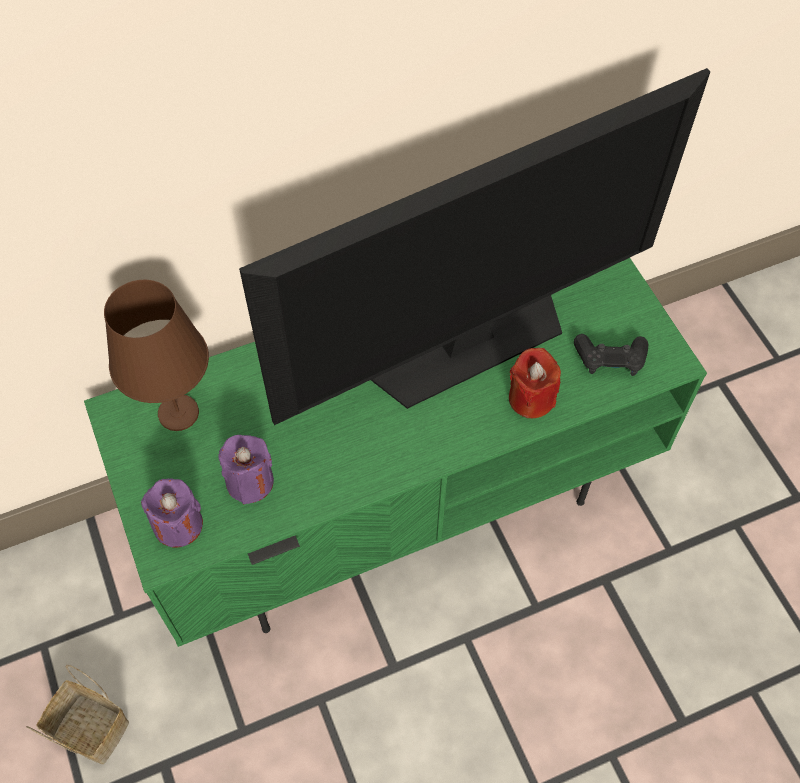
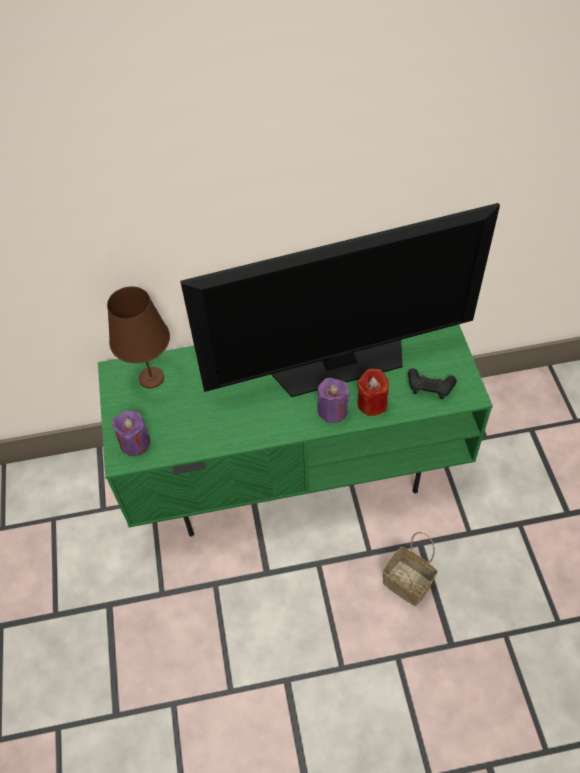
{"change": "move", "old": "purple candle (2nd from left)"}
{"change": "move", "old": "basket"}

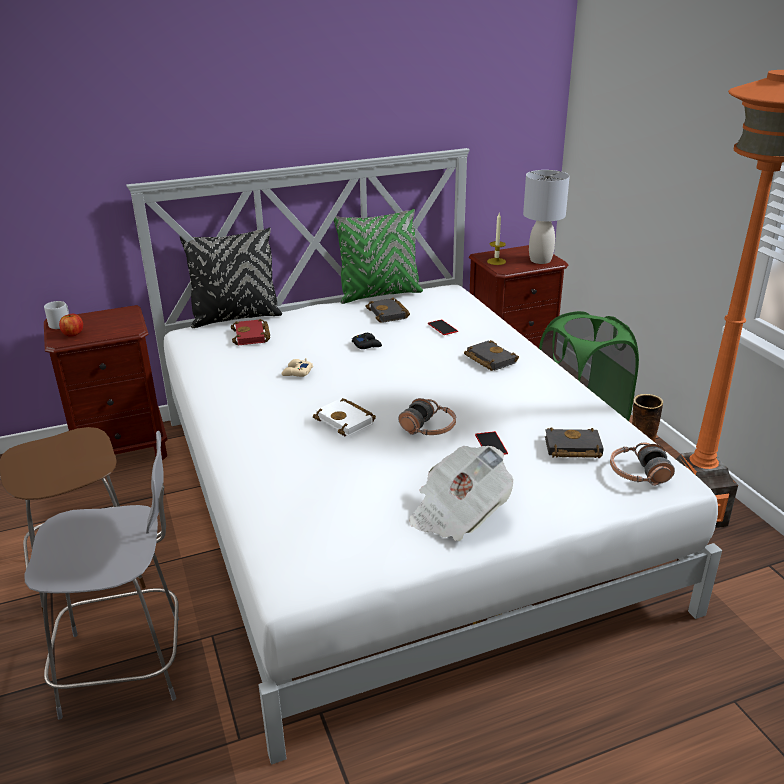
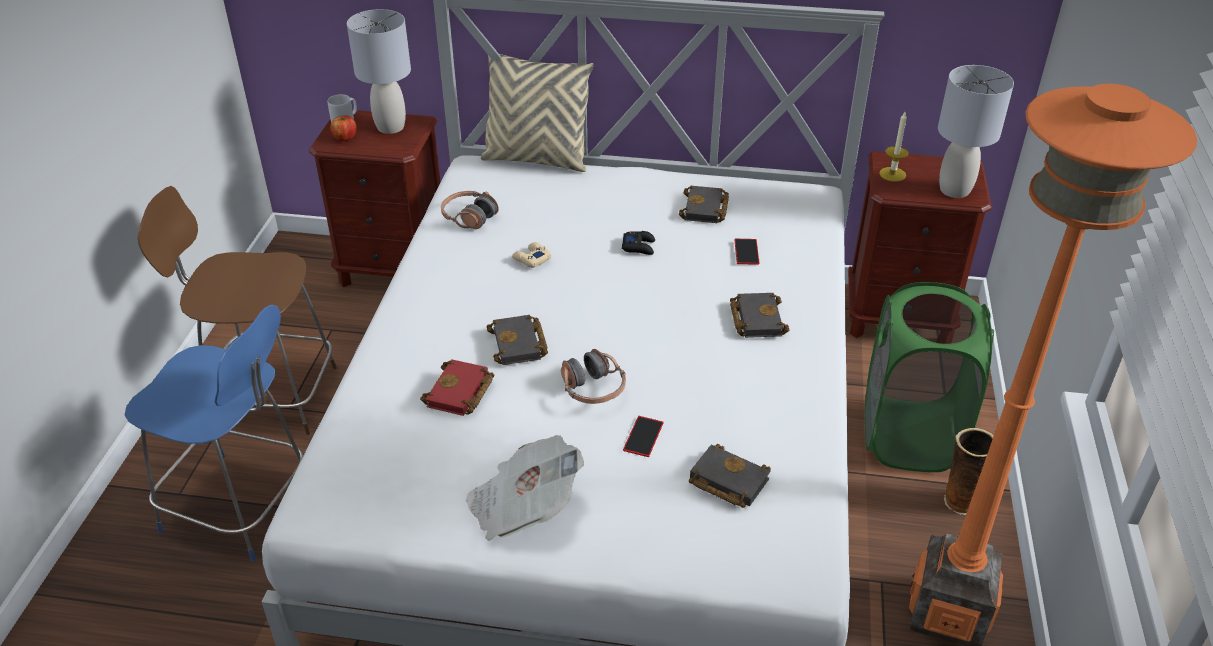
{"change": "recolor", "old": "grey chair", "new": "blue chair"}
{"change": "insert", "new": "grey table lamp (1st from left)"}
{"change": "move", "old": "red book"}
{"change": "move", "old": "headphones (2nd from left in the first image)", "new": "headphones (1st from left)"}
{"change": "recolor", "old": "black pillow", "new": "beige pillow"}
{"change": "recolor", "old": "white book", "new": "black book (1st from left)"}
{"change": "delete", "old": "green pillow"}

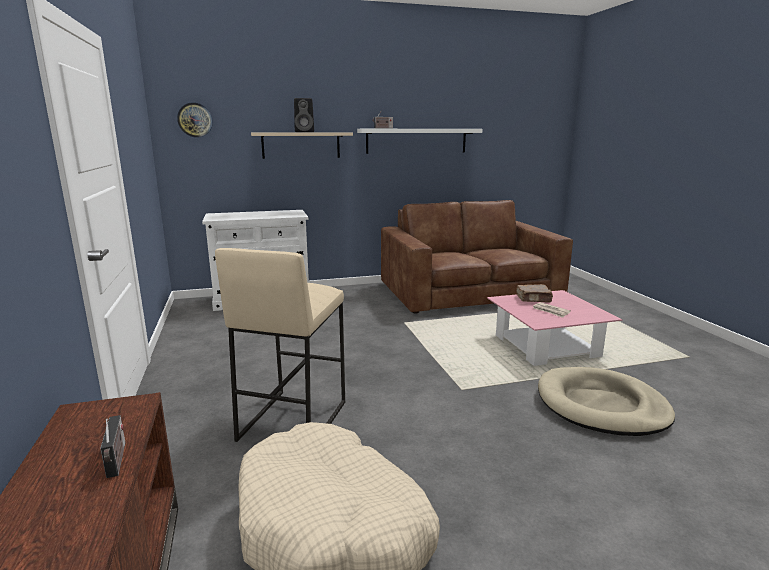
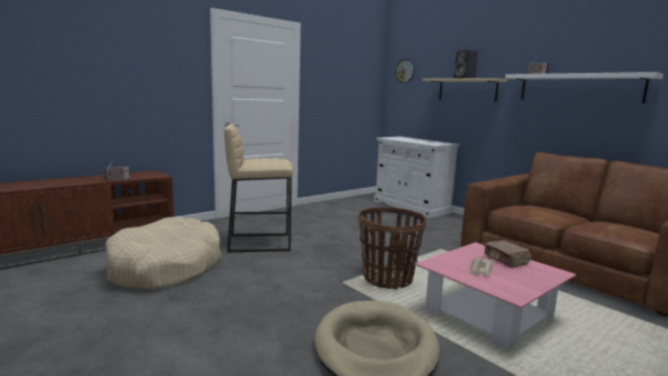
{"change": "insert", "new": "basket"}

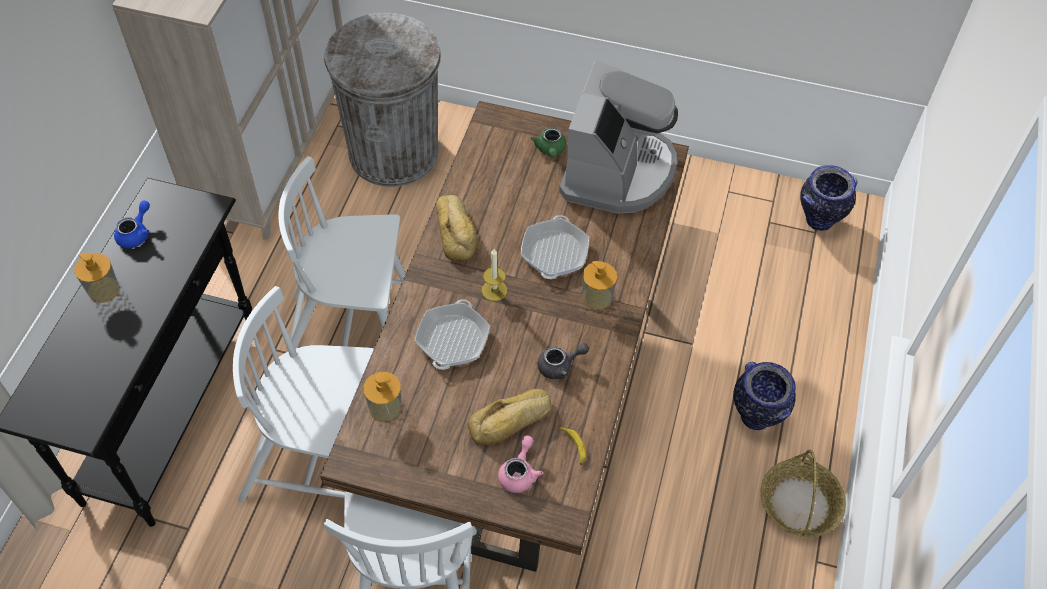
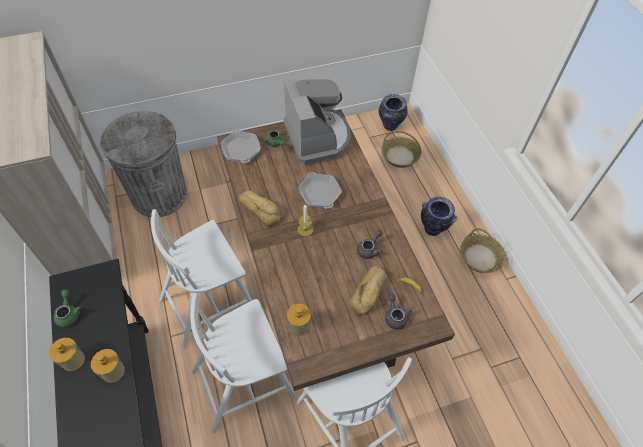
{"change": "recolor", "old": "blue teapot", "new": "green teapot (1st from left)"}
{"change": "move", "old": "soap dispenser (3rd from left in the first image)", "new": "soap dispenser (2nd from left)"}
{"change": "move", "old": "frying pan (1st from left)"}
{"change": "insert", "new": "basket (1st from left)"}
{"change": "recolor", "old": "pink teapot", "new": "grey teapot (2nd from left)"}

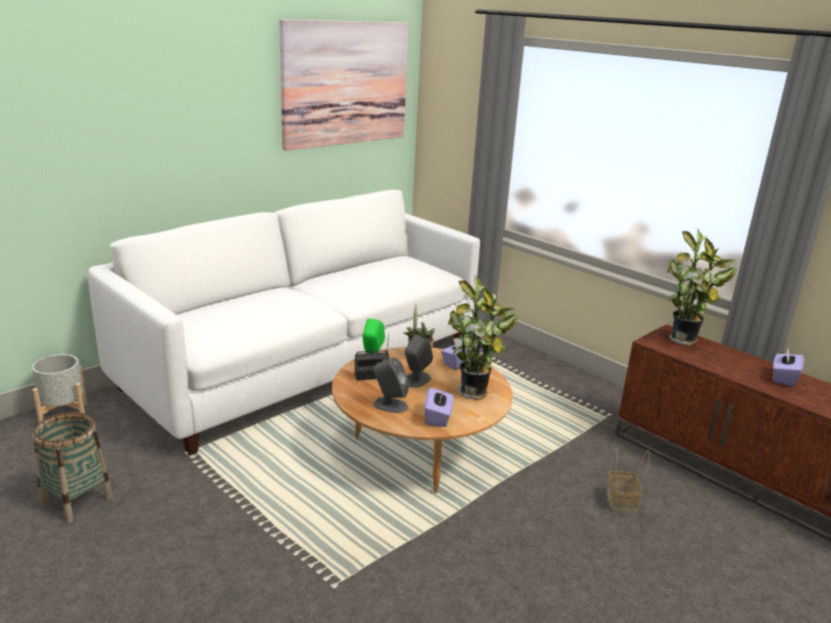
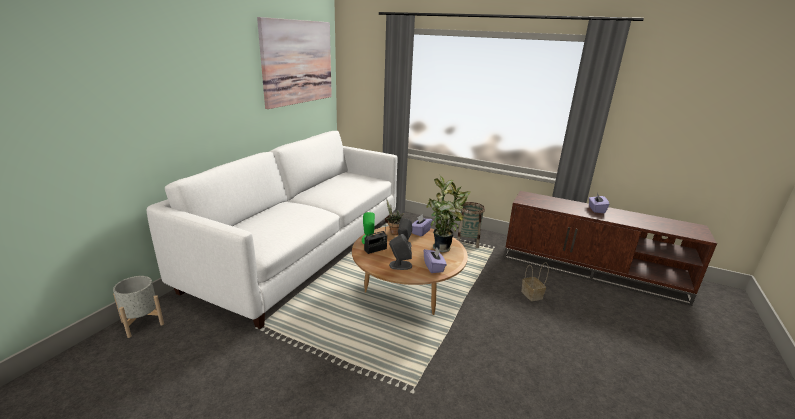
{"change": "move", "old": "basket (1st from left)"}
{"change": "delete", "old": "potted plant (3rd from left)"}

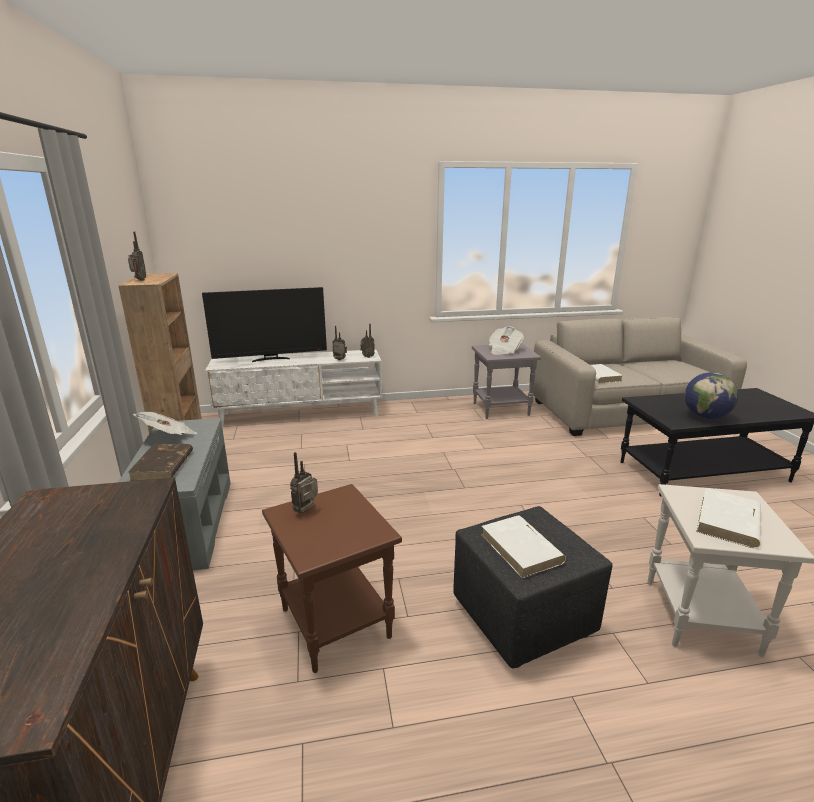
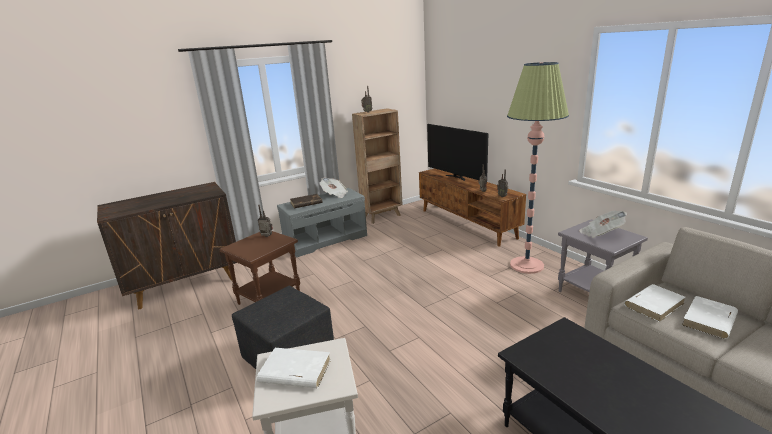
{"change": "recolor", "old": "white tv stand", "new": "brown tv stand"}
{"change": "insert", "new": "floor lamp"}
{"change": "move", "old": "white book (1st from left in the first image)", "new": "white book (3rd from left)"}
{"change": "delete", "old": "globe"}

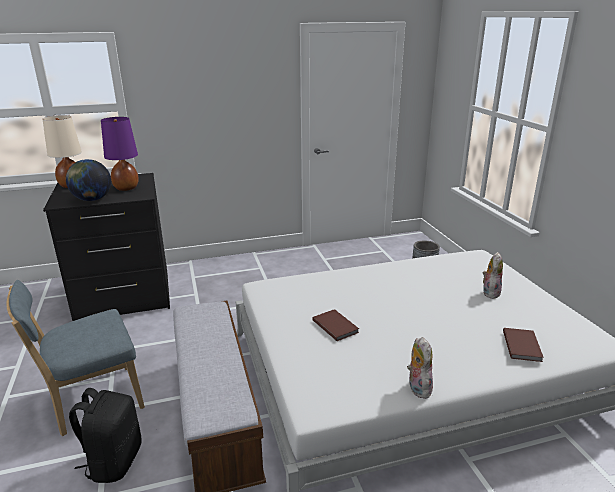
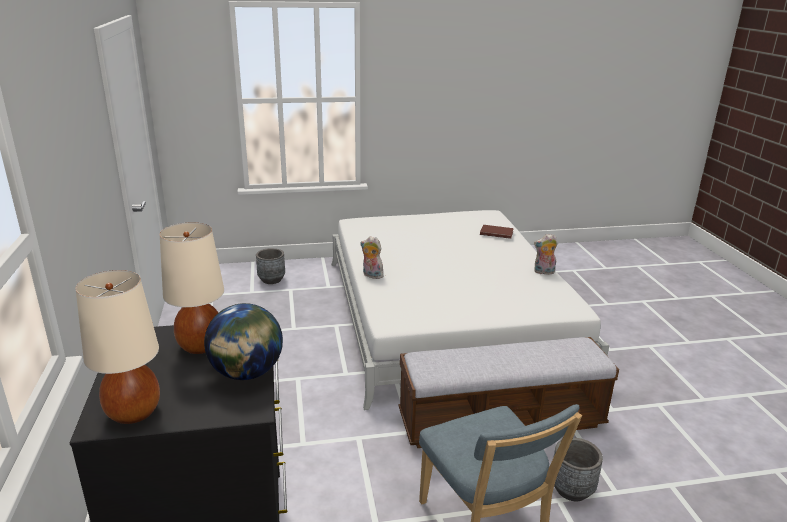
{"change": "recolor", "old": "purple table lamp", "new": "beige table lamp (2nd from left)"}
{"change": "move", "old": "plush toy (2nd from left in the first image)", "new": "plush toy (1st from left)"}
{"change": "replace", "old": "black backpack", "new": "grey planter (2nd from left)"}
{"change": "delete", "old": "brown book (1st from left)"}

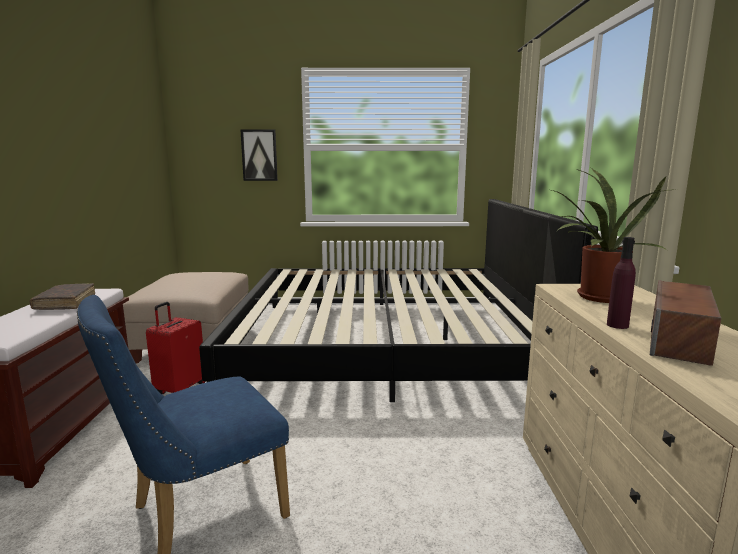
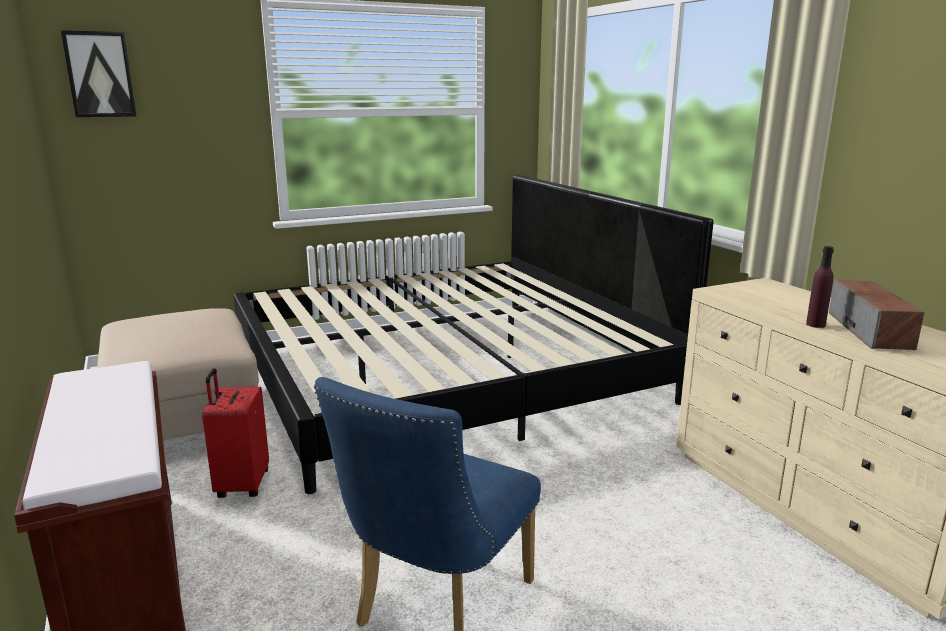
{"change": "move", "old": "picture"}
{"change": "delete", "old": "brown book"}
{"change": "delete", "old": "potted plant"}

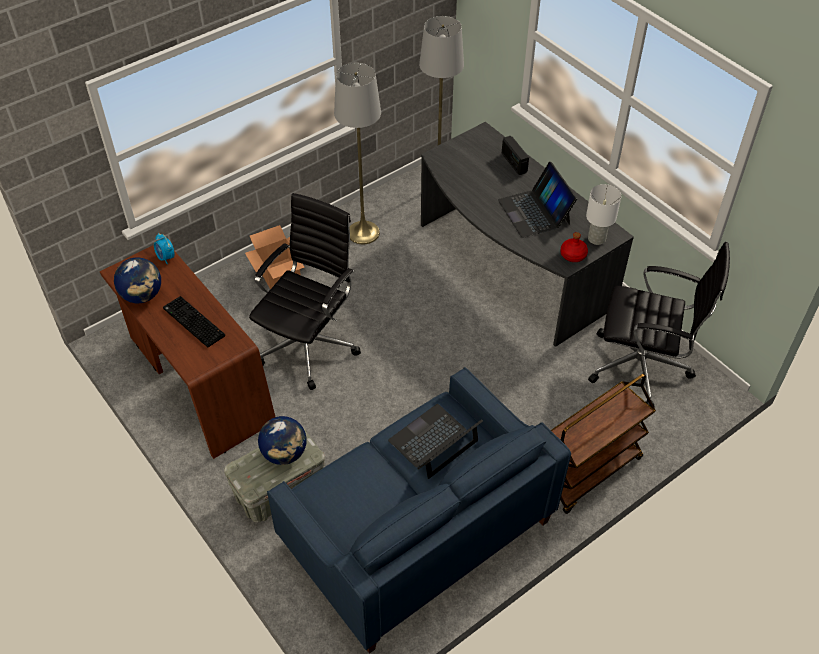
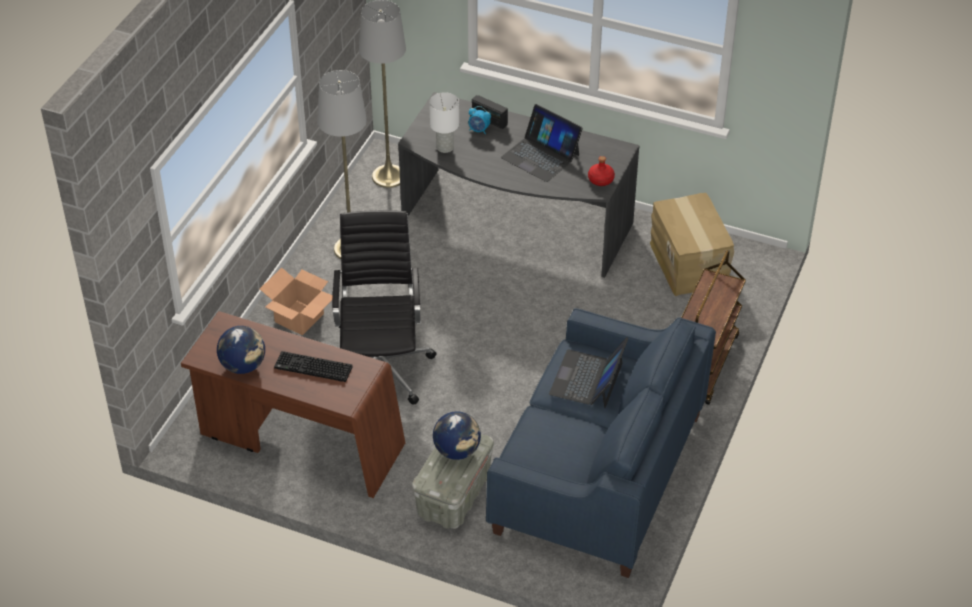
{"change": "move", "old": "white table lamp"}
{"change": "move", "old": "alarm clock"}
{"change": "replace", "old": "black office chair (2nd from left)", "new": "cardboard box (2nd from left)"}

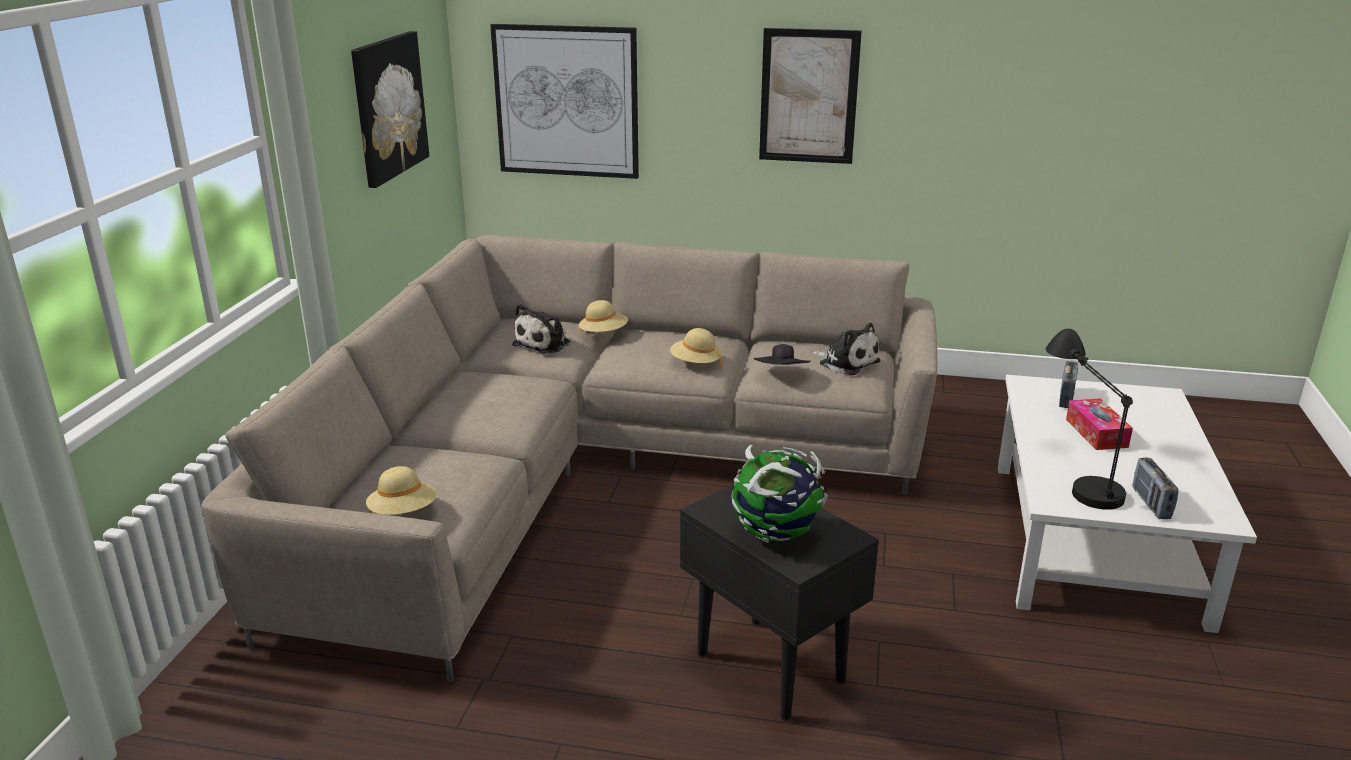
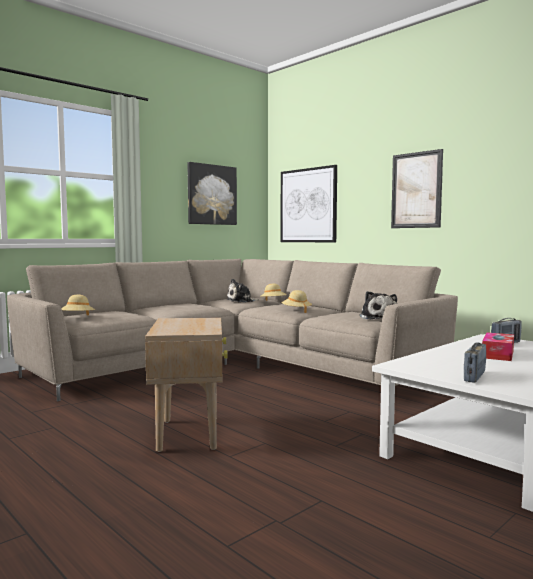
{"change": "recolor", "old": "black side table", "new": "beige side table"}
{"change": "delete", "old": "globe"}
{"change": "delete", "old": "black hat"}
{"change": "delete", "old": "black table lamp"}

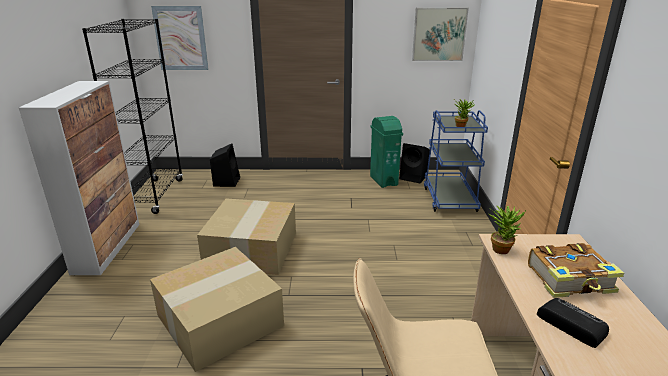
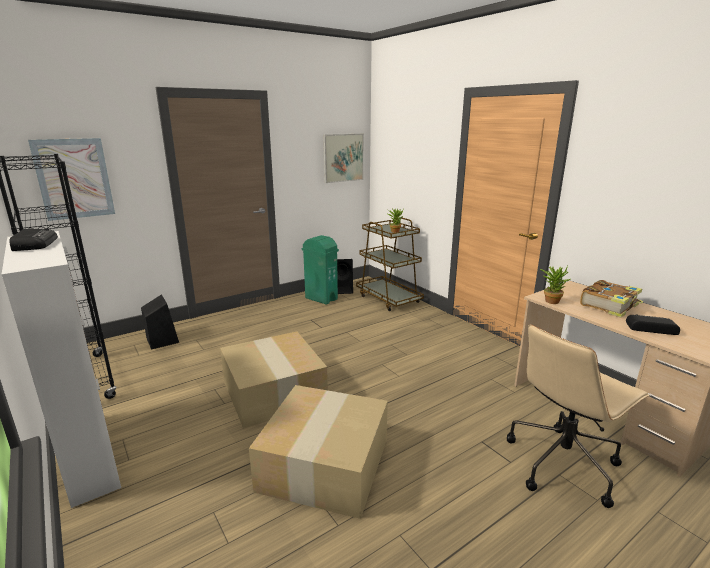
{"change": "insert", "new": "radio (1st from left)"}
{"change": "recolor", "old": "blue cart", "new": "brown cart"}

